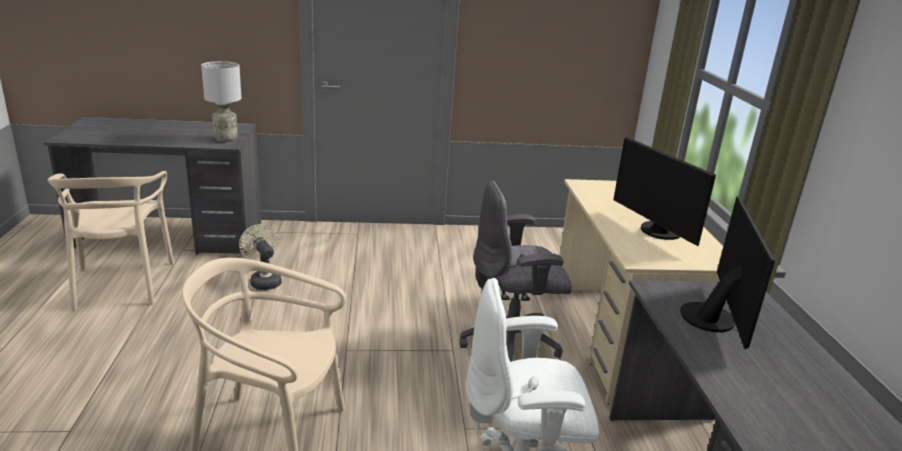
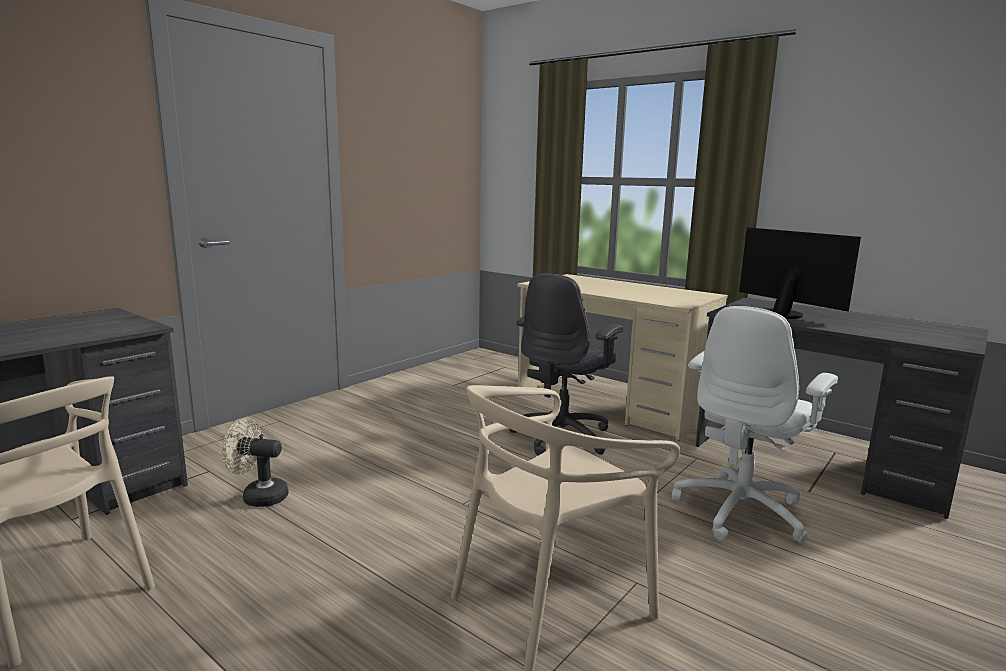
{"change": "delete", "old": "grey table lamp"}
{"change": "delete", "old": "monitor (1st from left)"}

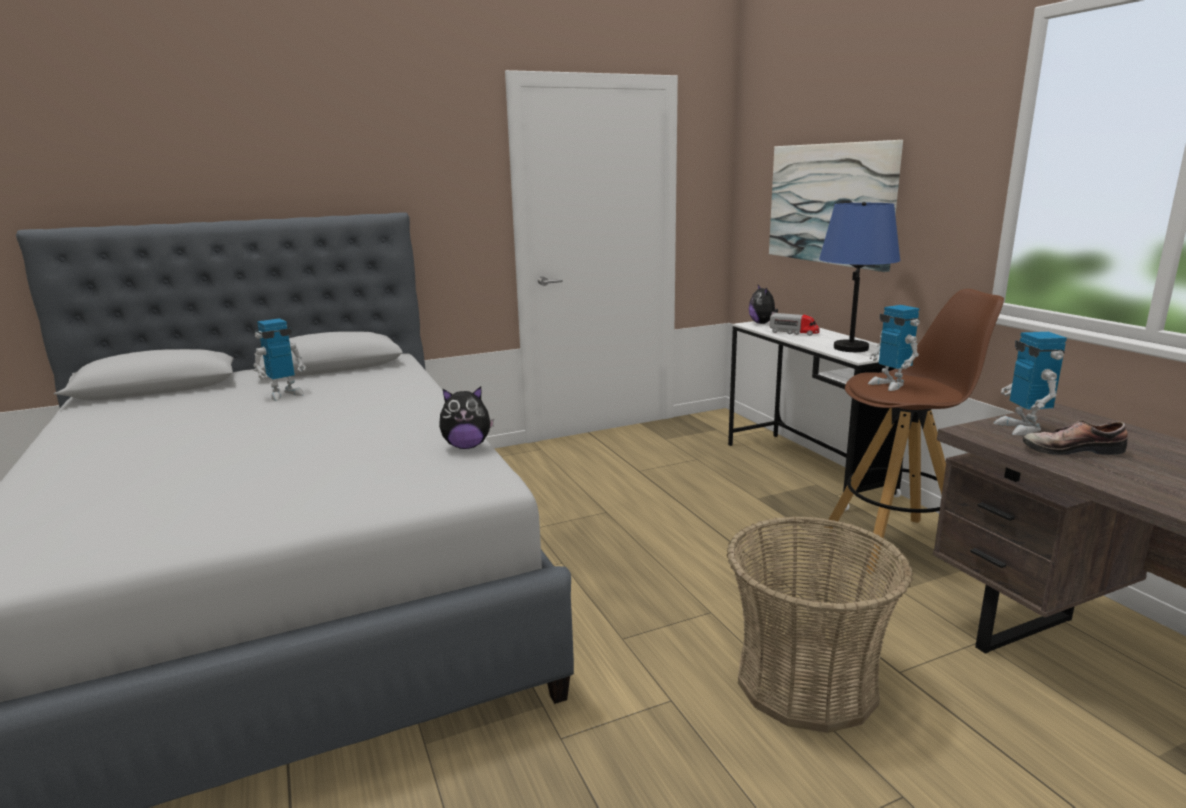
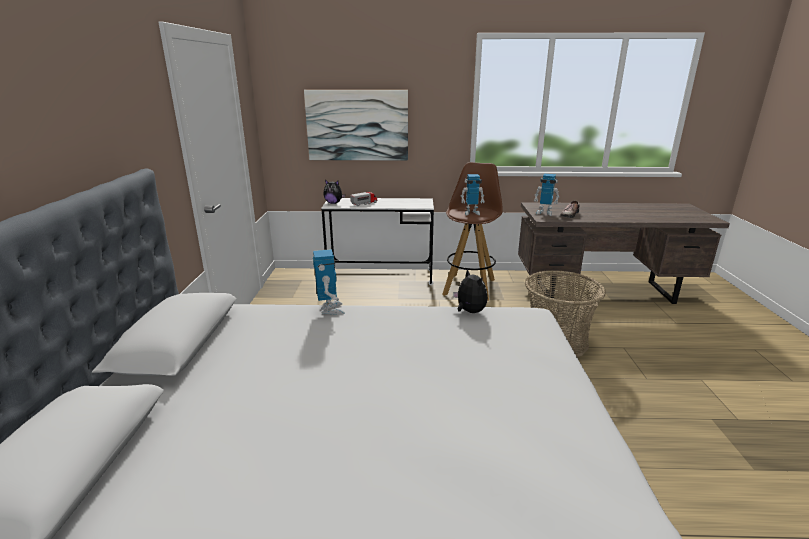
{"change": "move", "old": "toy robot (1st from left)"}
{"change": "rotate", "old": "plush toy (1st from left in the first image)", "degrees": -45}
{"change": "delete", "old": "blue table lamp"}

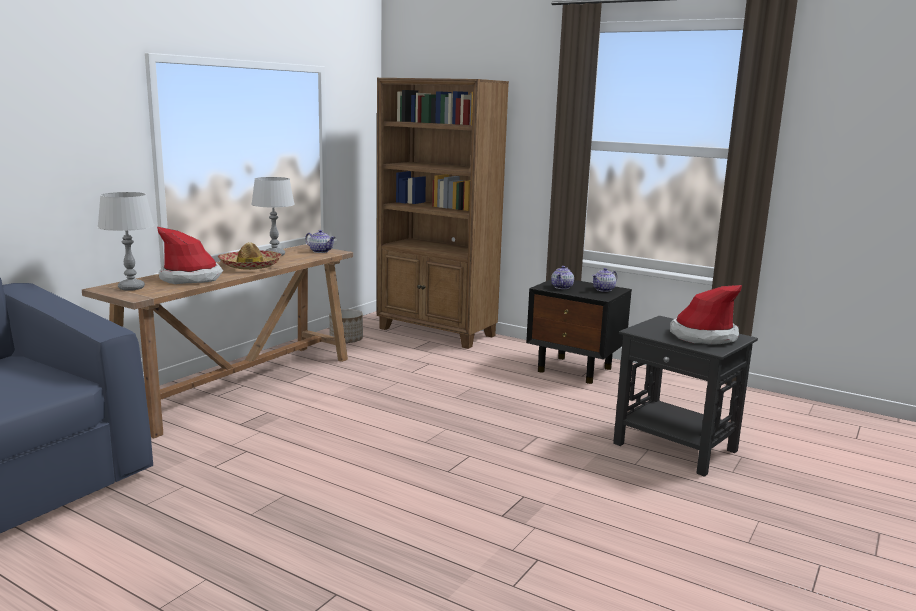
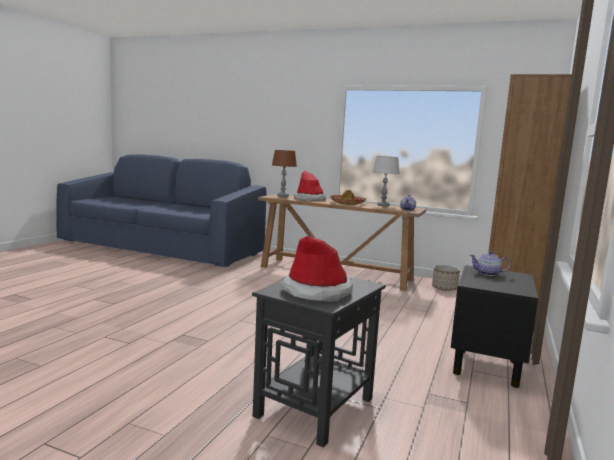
{"change": "recolor", "old": "grey table lamp (1st from left)", "new": "brown table lamp"}
{"change": "delete", "old": "teapot (3rd from left)"}

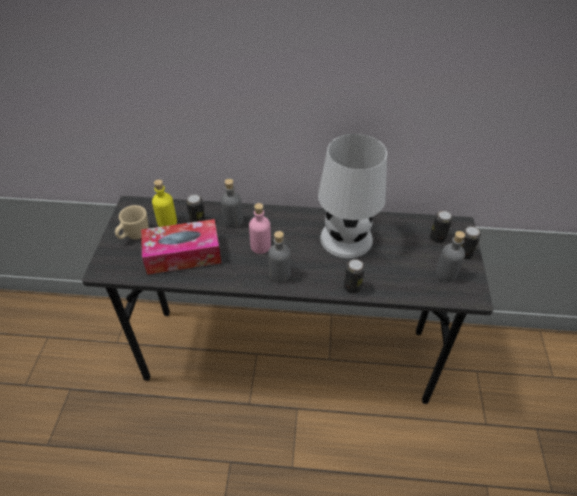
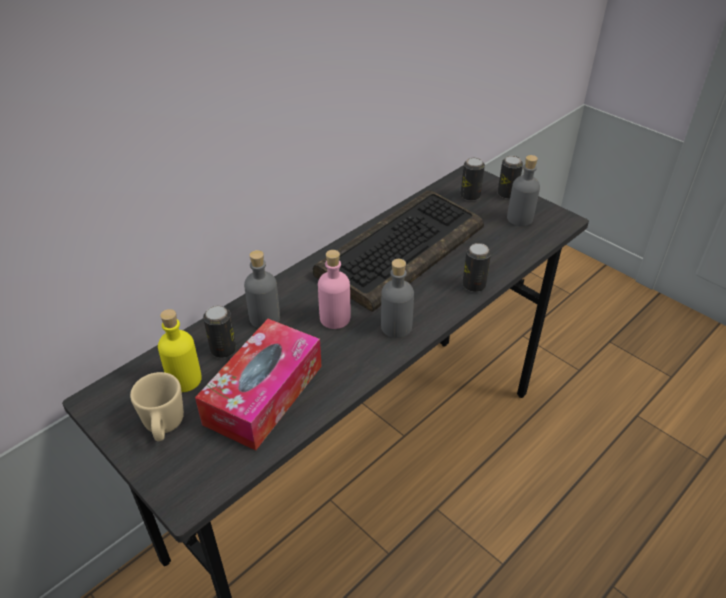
{"change": "replace", "old": "white table lamp", "new": "keyboard"}

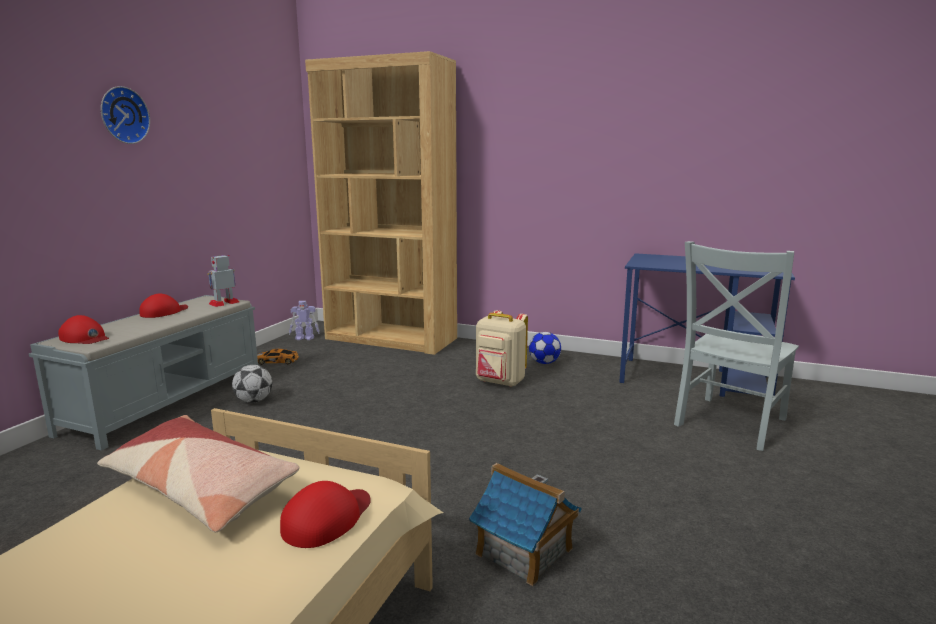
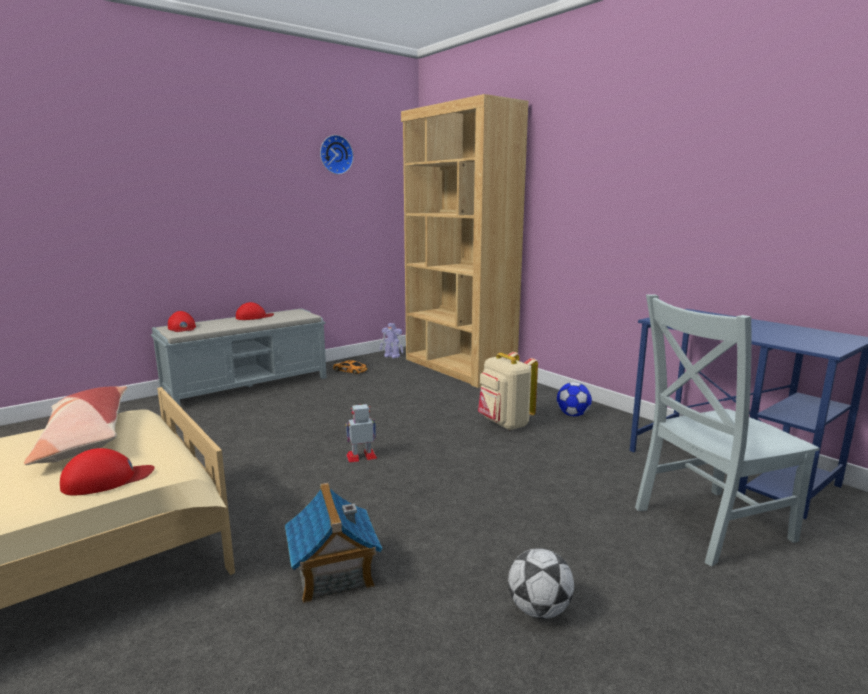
{"change": "move", "old": "wall clock"}
{"change": "move", "old": "toy robot (1st from left)"}
{"change": "move", "old": "football (1st from left)"}

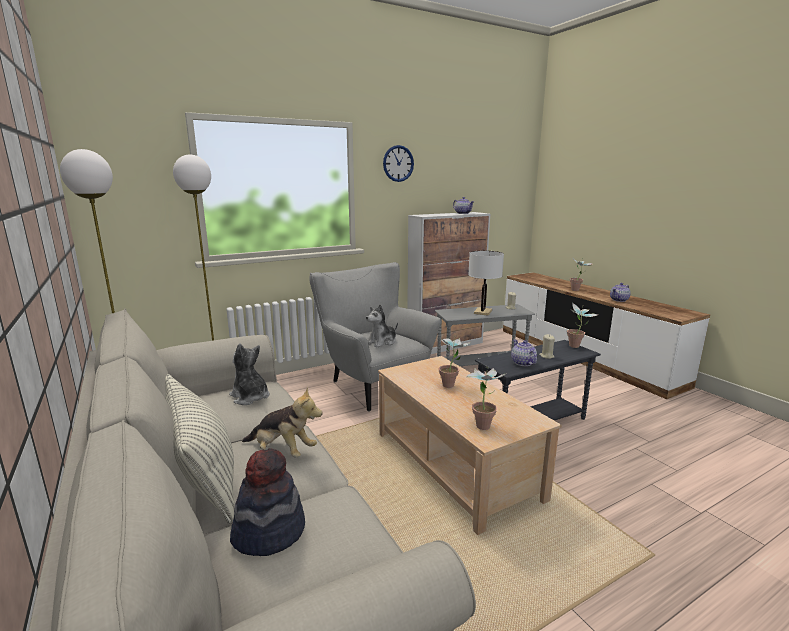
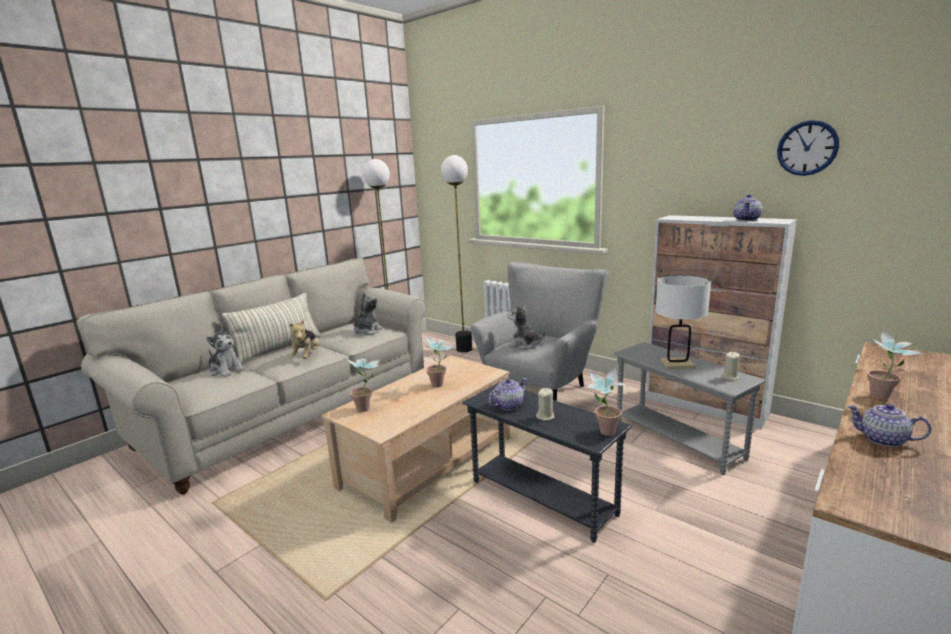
{"change": "replace", "old": "hat", "new": "plush toy (1st from left)"}
{"change": "move", "old": "wall clock"}

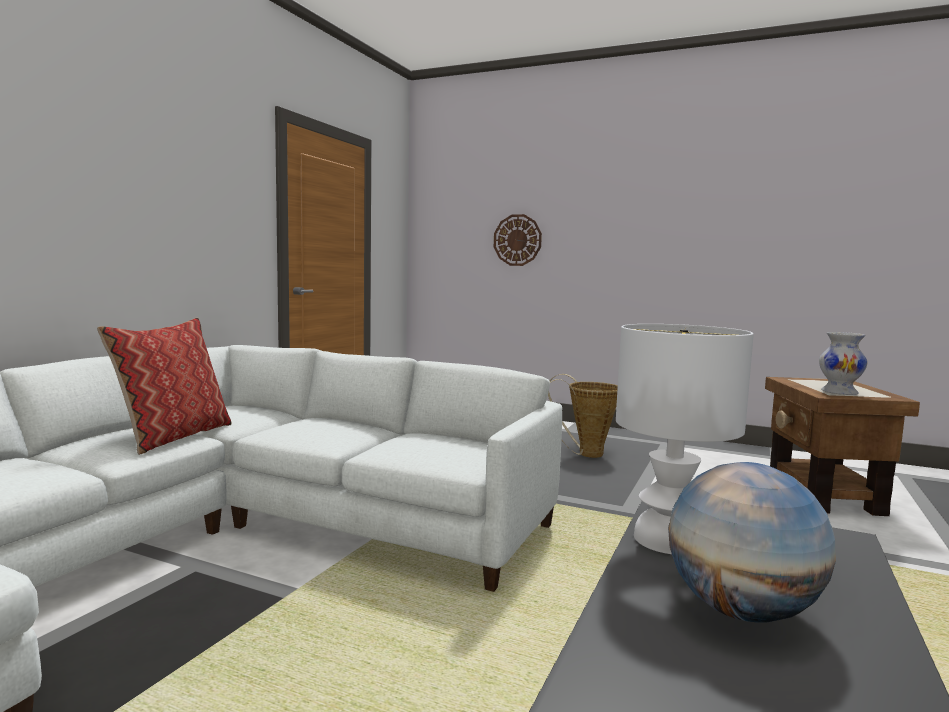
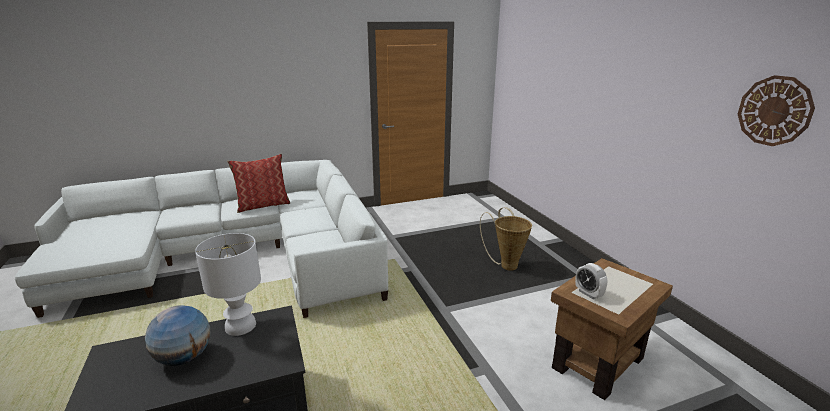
{"change": "replace", "old": "white vase", "new": "alarm clock"}
{"change": "move", "old": "wall clock"}

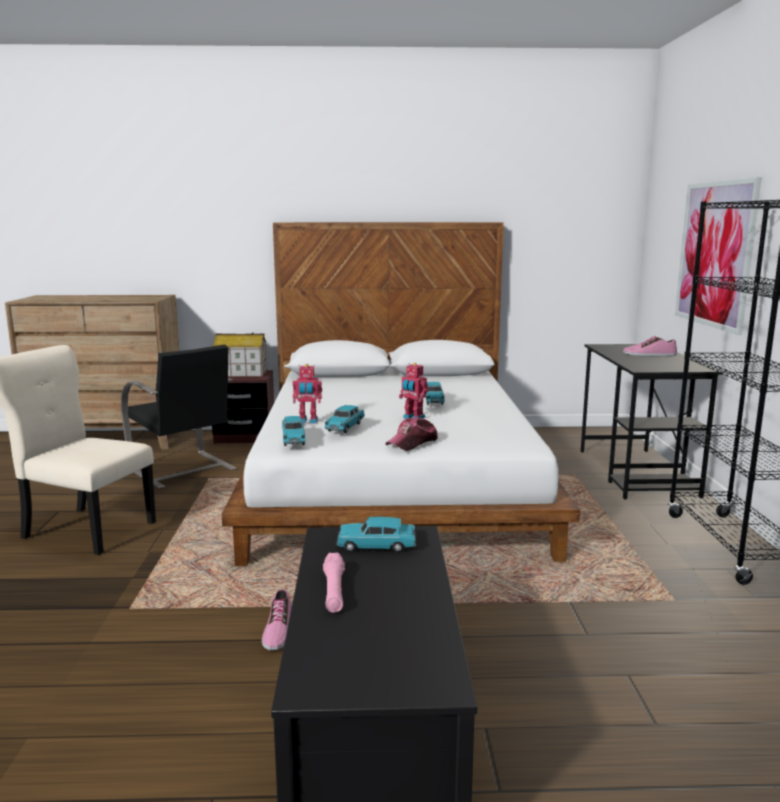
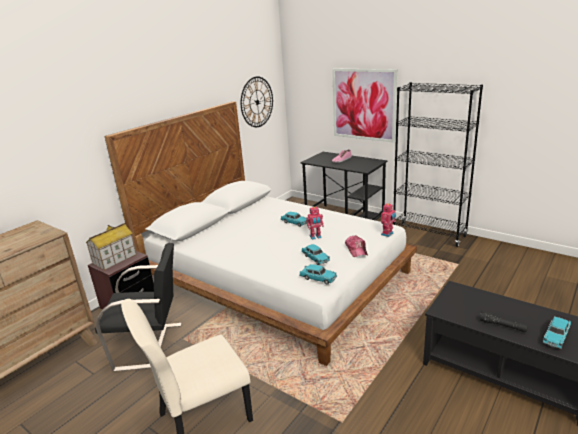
{"change": "insert", "new": "wall clock"}
{"change": "move", "old": "toy robot (1st from left in the first image)", "new": "toy robot (2nd from left)"}
{"change": "recolor", "old": "pink flashlight", "new": "black flashlight"}
{"change": "move", "old": "turquoise toy car (3rd from left in the first image)", "new": "turquoise toy car (4th from left)"}
{"change": "delete", "old": "shoe (1st from left)"}

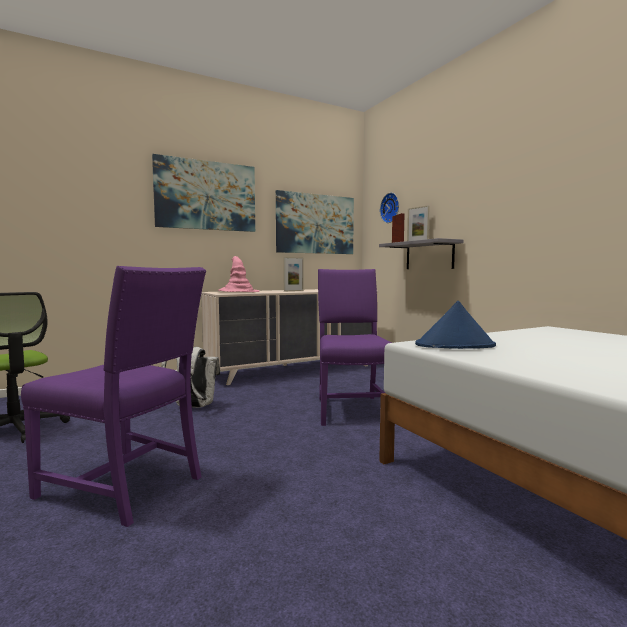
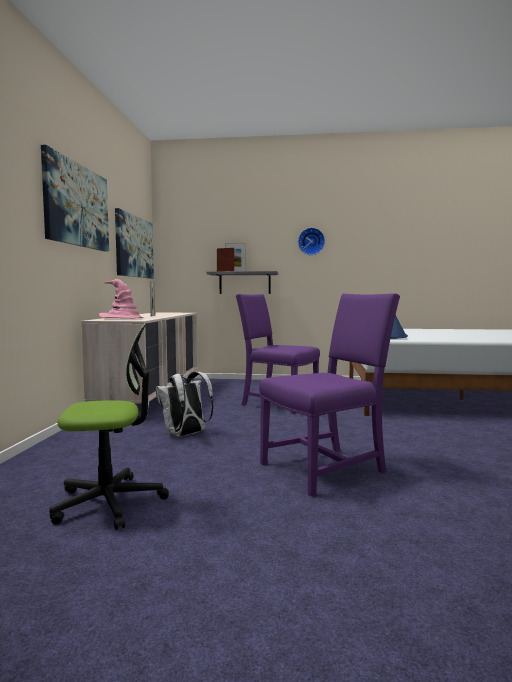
{"change": "move", "old": "wall clock"}

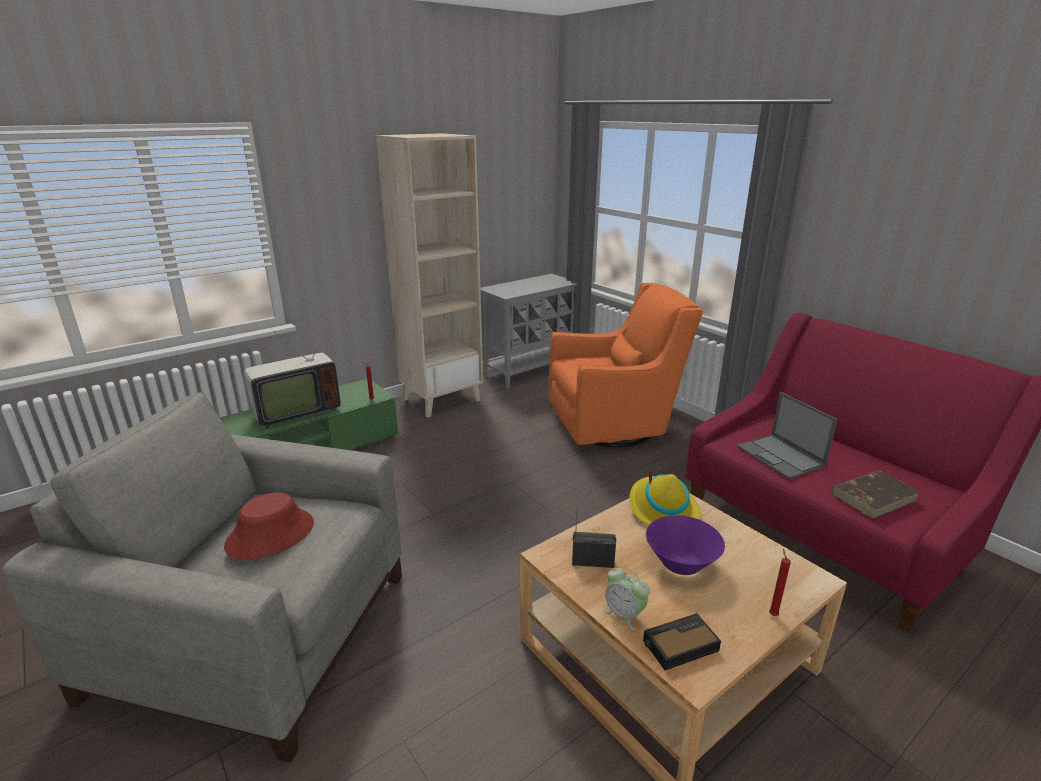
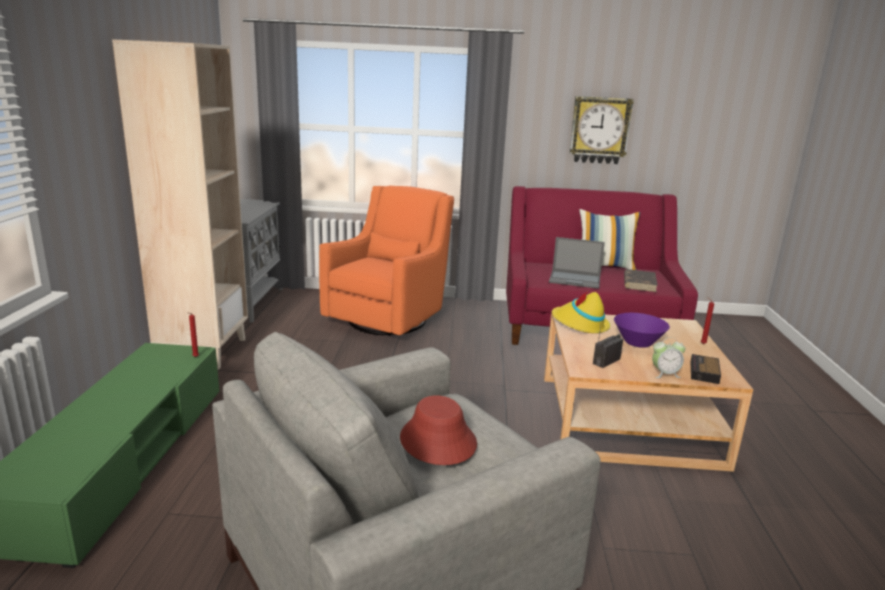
{"change": "insert", "new": "wall clock"}
{"change": "insert", "new": "pillow"}
{"change": "delete", "old": "television"}

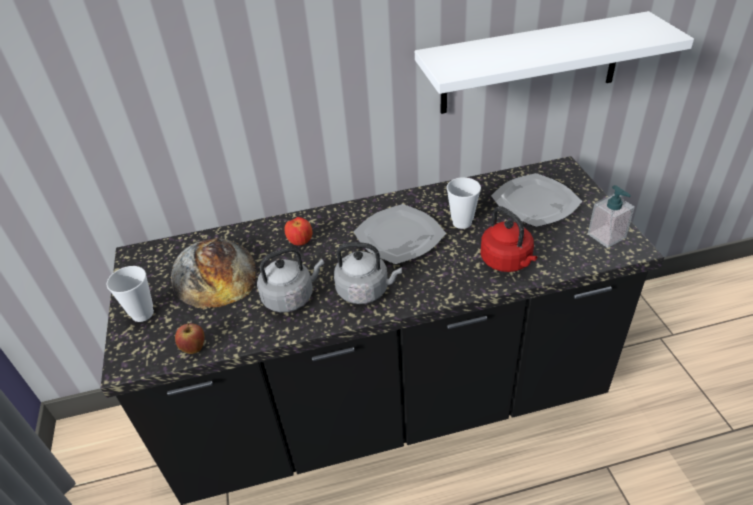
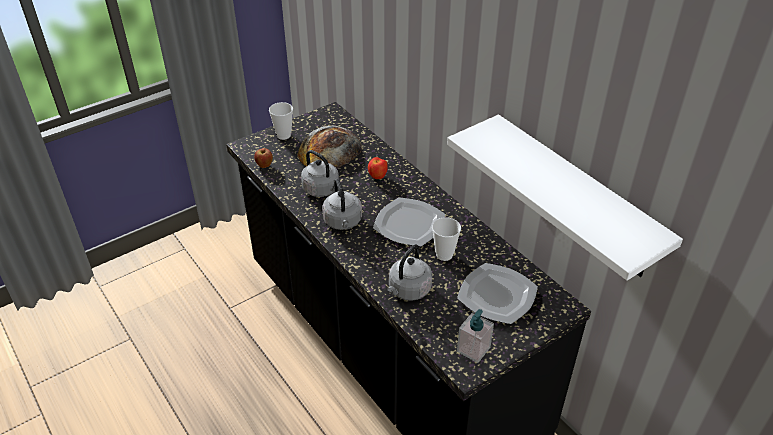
{"change": "recolor", "old": "red kettle", "new": "grey kettle (3rd from left)"}

